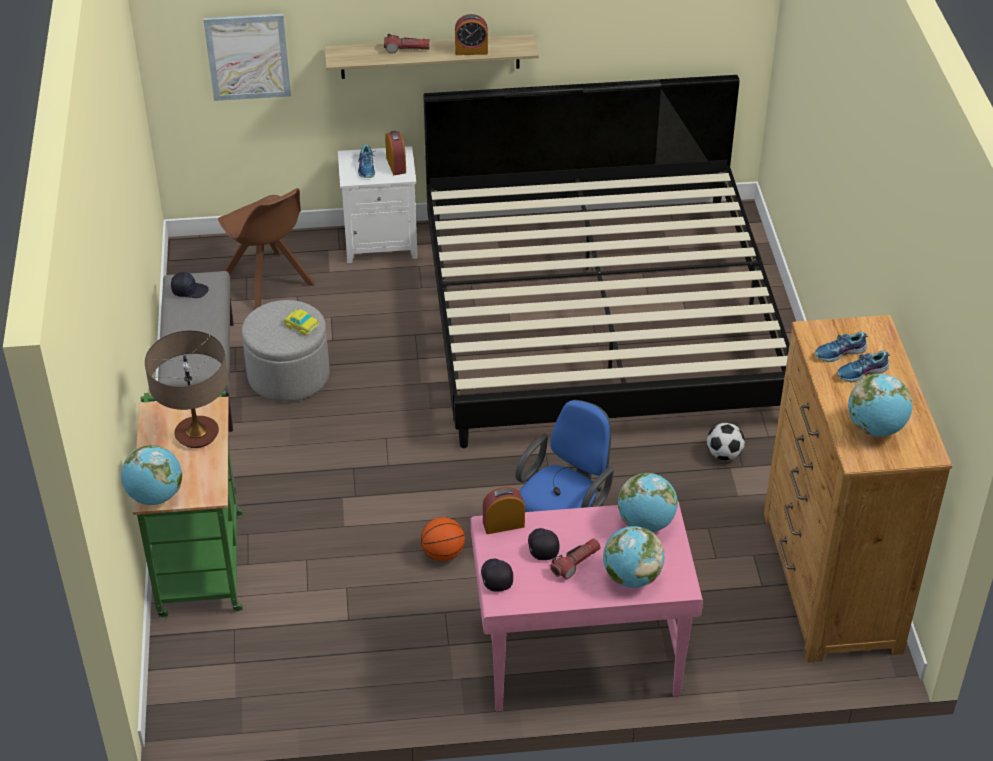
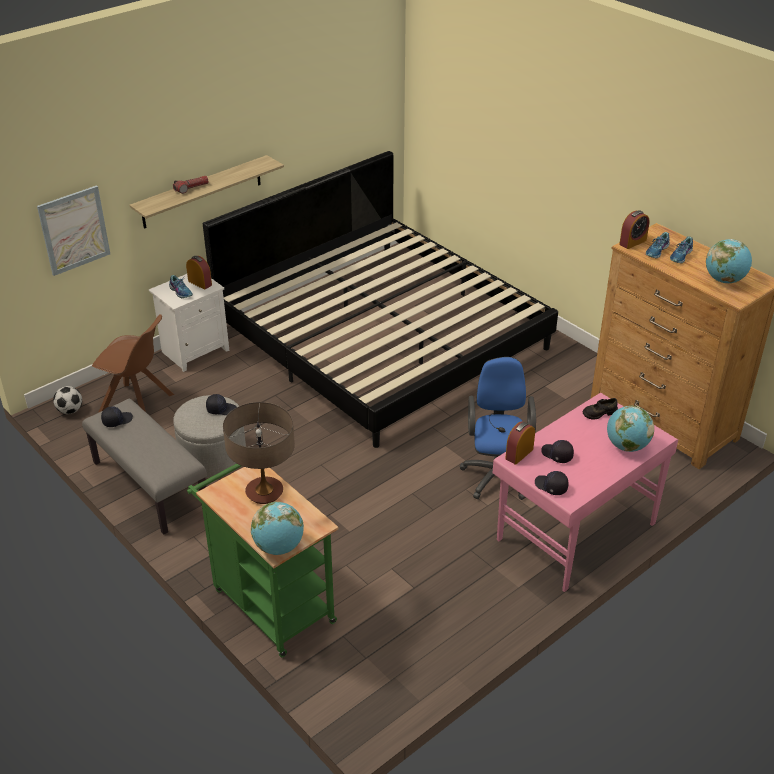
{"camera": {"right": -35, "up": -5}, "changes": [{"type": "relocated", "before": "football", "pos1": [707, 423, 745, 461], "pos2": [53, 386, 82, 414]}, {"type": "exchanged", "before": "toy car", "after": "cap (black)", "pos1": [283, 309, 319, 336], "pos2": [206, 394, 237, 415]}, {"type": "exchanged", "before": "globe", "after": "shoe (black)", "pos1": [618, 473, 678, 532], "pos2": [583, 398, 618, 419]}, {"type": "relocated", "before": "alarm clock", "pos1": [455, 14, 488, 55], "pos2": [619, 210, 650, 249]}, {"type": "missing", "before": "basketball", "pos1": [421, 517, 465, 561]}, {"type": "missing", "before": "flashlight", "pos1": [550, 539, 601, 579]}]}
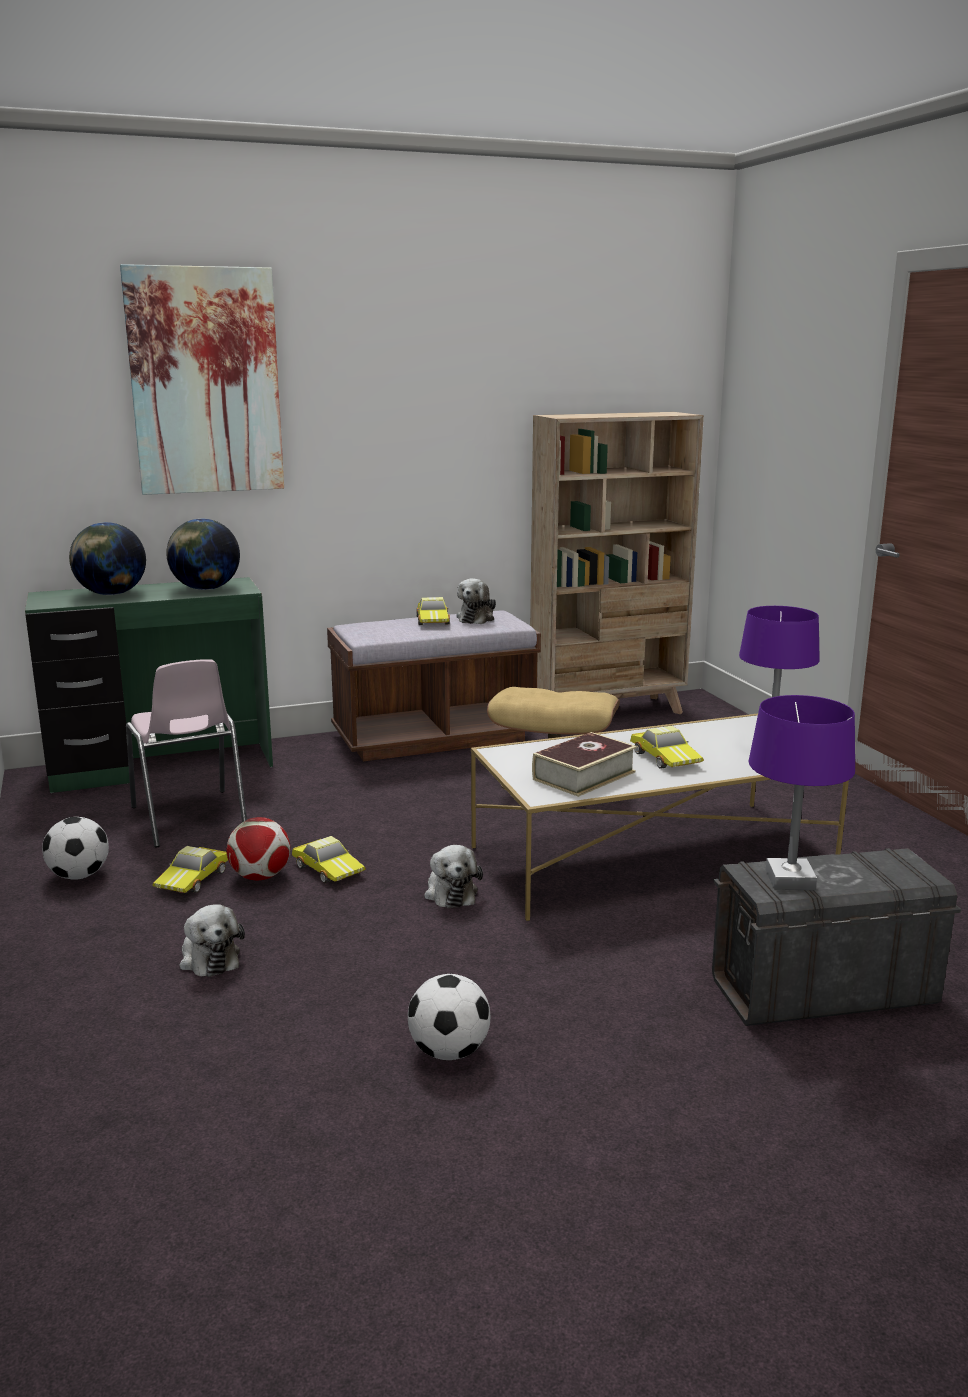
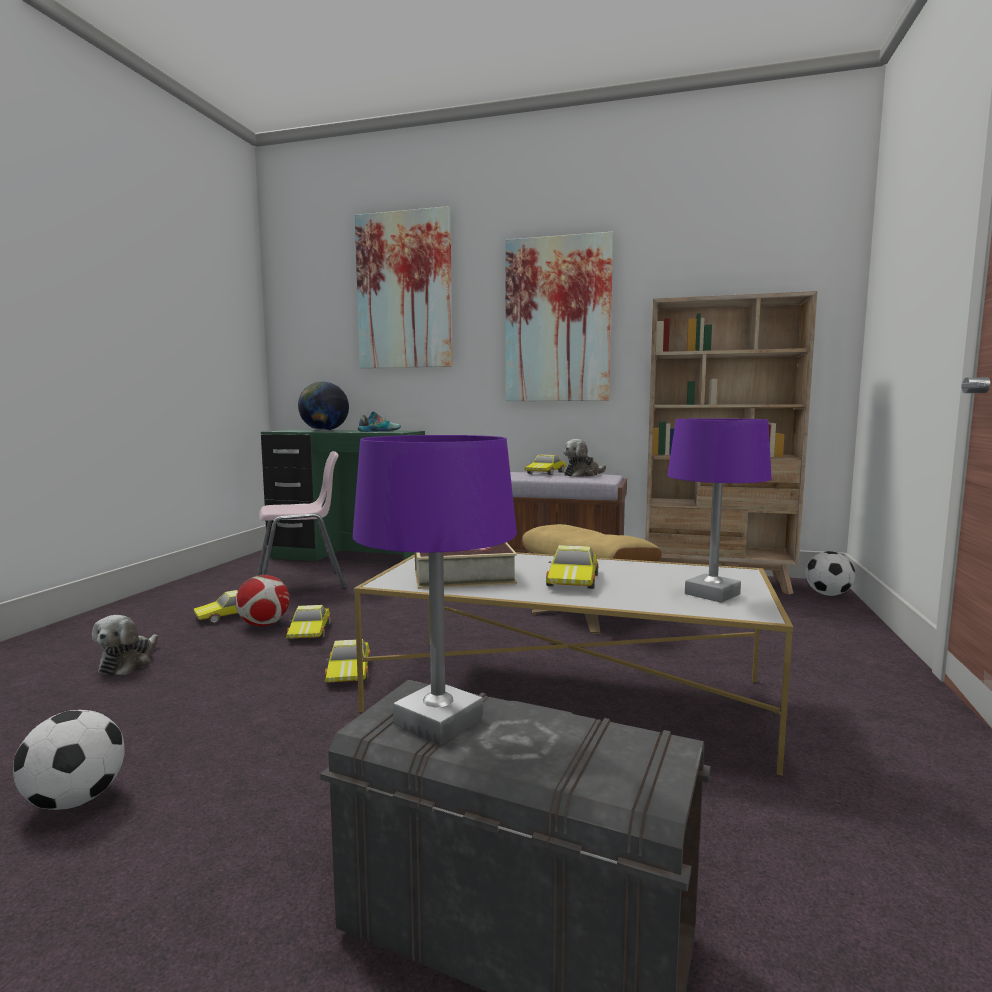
{"camera": {"right": 35, "up": -10}, "changes": [{"type": "spun", "before": "chair (pink)", "pos1": [126, 659, 247, 848], "pos2": [257, 451, 347, 589], "turn": -120}, {"type": "exchanged", "before": "plush toy", "after": "toy car", "pos1": [424, 845, 483, 908], "pos2": [325, 639, 371, 682]}, {"type": "exchanged", "before": "globe", "after": "shoe", "pos1": [166, 519, 240, 590], "pos2": [358, 411, 401, 432]}, {"type": "appeared", "after": "picture", "pos2": [506, 232, 613, 401]}, {"type": "relocated", "before": "football", "pos1": [42, 817, 109, 880], "pos2": [805, 551, 855, 596]}]}
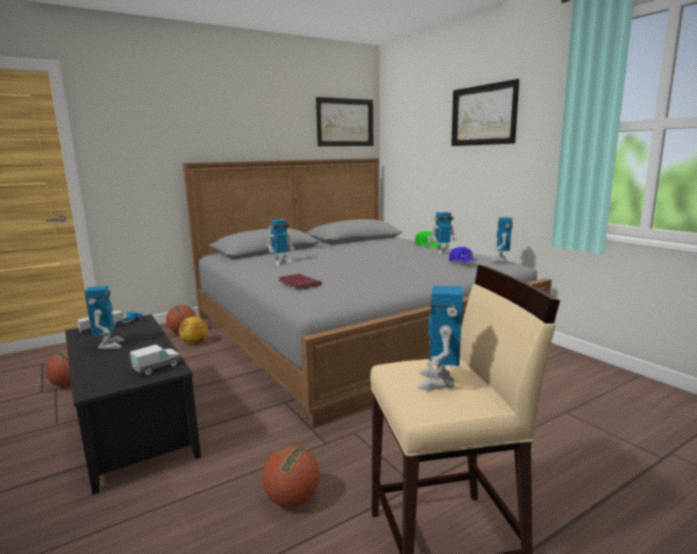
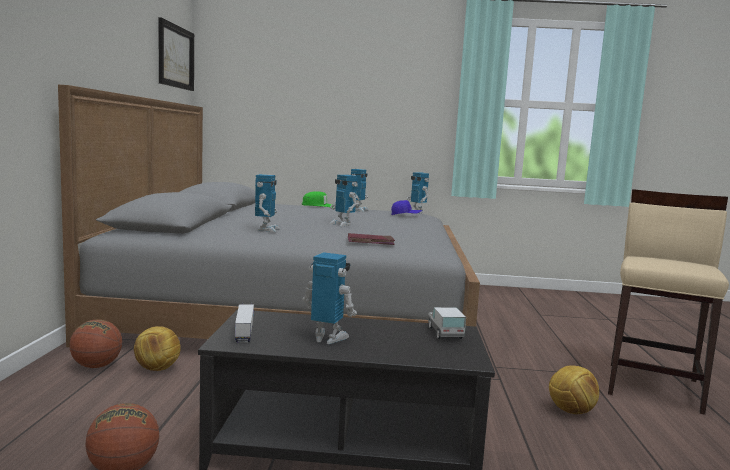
{"camera": {"right": -55, "up": -5}, "changes": [{"type": "relocated", "before": "toy robot", "pos1": [417, 286, 464, 390], "pos2": [330, 175, 357, 227]}, {"type": "exchanged", "before": "basketball", "after": "football", "pos1": [262, 445, 320, 508], "pos2": [549, 365, 599, 414]}, {"type": "missing", "before": "picture", "pos1": [451, 79, 519, 146]}]}
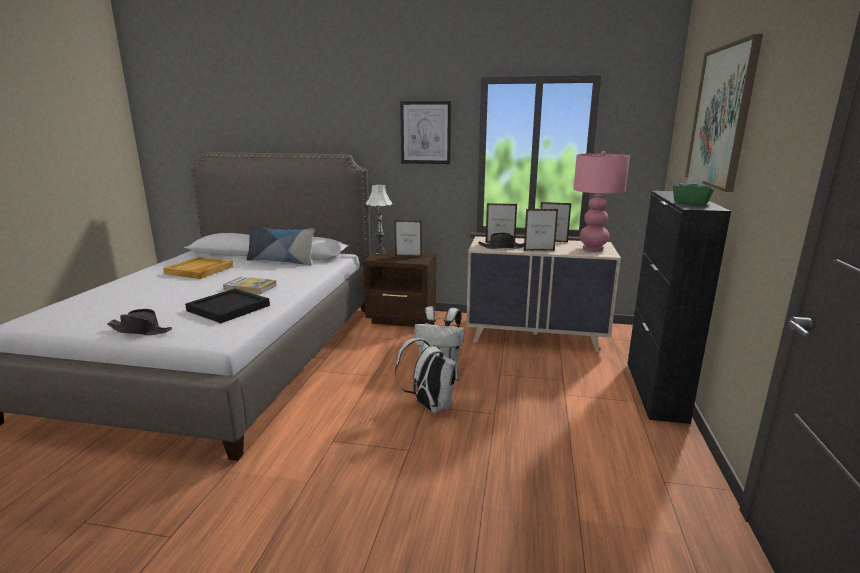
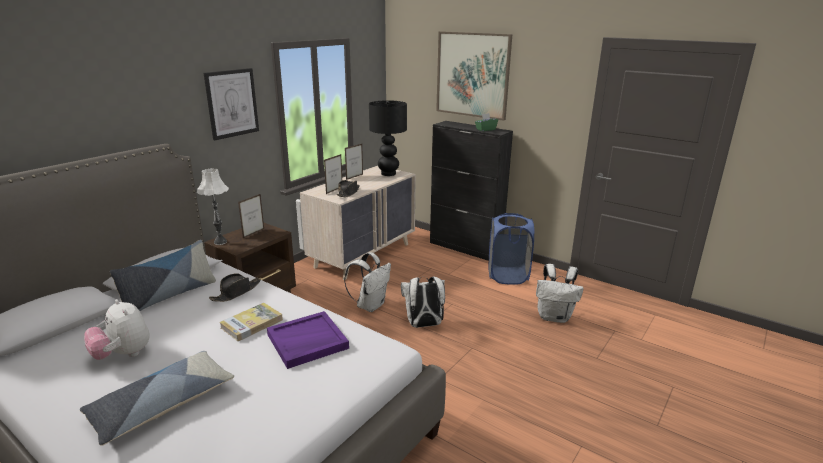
{"camera": {"right": -65, "up": 5}, "changes": [{"type": "appeared", "after": "pillow", "pos2": [80, 351, 234, 446]}, {"type": "exchanged", "before": "tray (beige)", "after": "plush toy", "pos1": [163, 257, 233, 279], "pos2": [84, 299, 150, 360]}, {"type": "relocated", "before": "hat (black)", "pos1": [107, 309, 172, 335], "pos2": [209, 273, 261, 302]}, {"type": "colour", "before": "tray (black)", "after": "tray (purple)", "pos1": [185, 288, 270, 323], "pos2": [267, 311, 349, 369]}, {"type": "colour", "before": "table lamp (pink)", "after": "table lamp (black)", "pos1": [574, 151, 630, 252], "pos2": [369, 100, 407, 176]}, {"type": "appeared", "after": "laundry basket (blue)", "pos2": [489, 213, 534, 285]}, {"type": "appeared", "after": "backpack (white)", "pos2": [536, 264, 584, 323]}, {"type": "missing", "before": "picture frame", "pos1": [524, 209, 558, 251]}]}
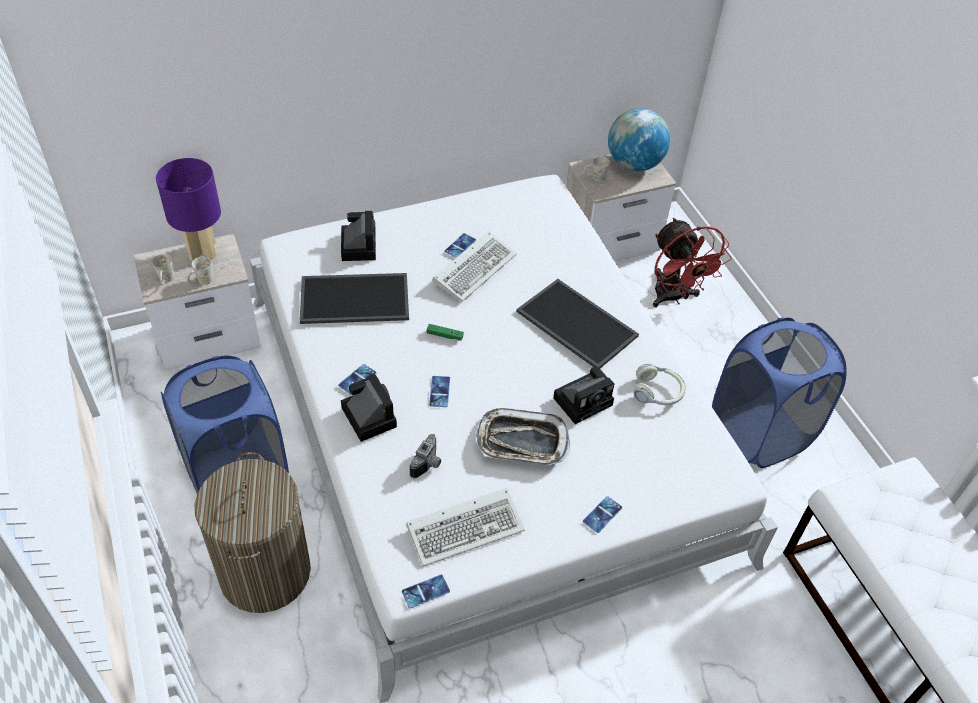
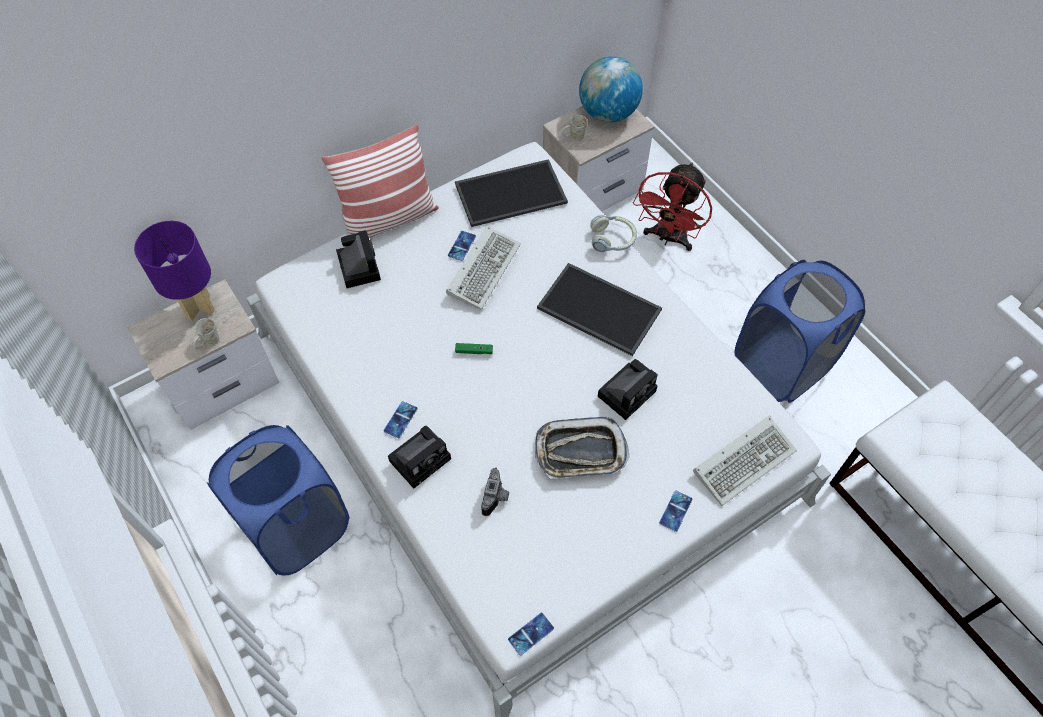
{"camera": {"right": -10, "up": 10}, "changes": [{"type": "appeared", "after": "pillow", "pos2": [321, 125, 439, 238]}, {"type": "spun", "before": "photo camera", "pos1": [341, 374, 397, 442], "pos2": [388, 426, 451, 489], "turn": 90}, {"type": "relocated", "before": "tray", "pos1": [300, 273, 409, 324], "pos2": [455, 159, 568, 227]}, {"type": "relocated", "before": "headphones", "pos1": [633, 363, 686, 405], "pos2": [590, 215, 637, 252]}, {"type": "spun", "before": "fan (red)", "pos1": [653, 218, 732, 307], "pos2": [633, 162, 712, 251], "turn": 60}, {"type": "relocated", "before": "keyboard", "pos1": [406, 488, 525, 567], "pos2": [693, 415, 797, 506]}, {"type": "missing", "before": "mug (white)", "pos1": [152, 254, 174, 285]}, {"type": "missing", "before": "laundry basket", "pos1": [195, 452, 311, 613]}, {"type": "missing", "before": "phone", "pos1": [429, 376, 450, 407]}]}
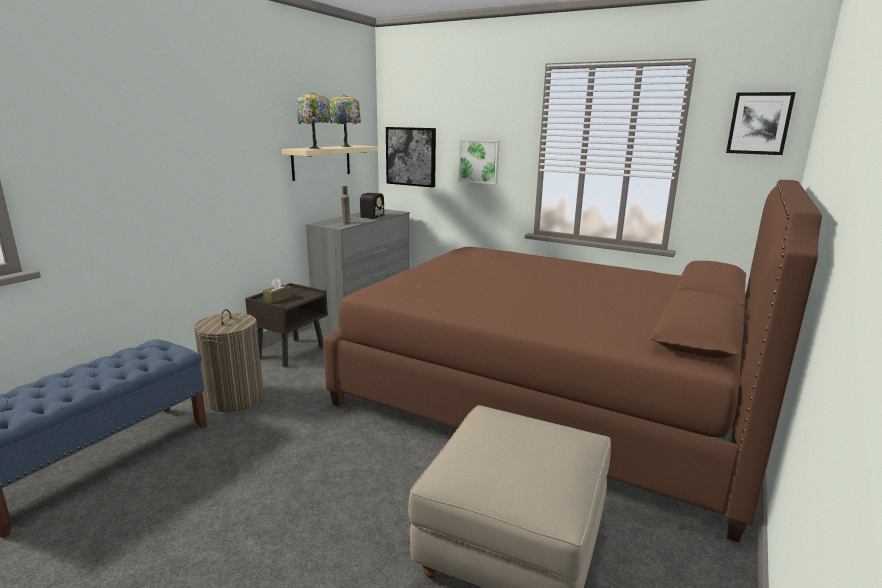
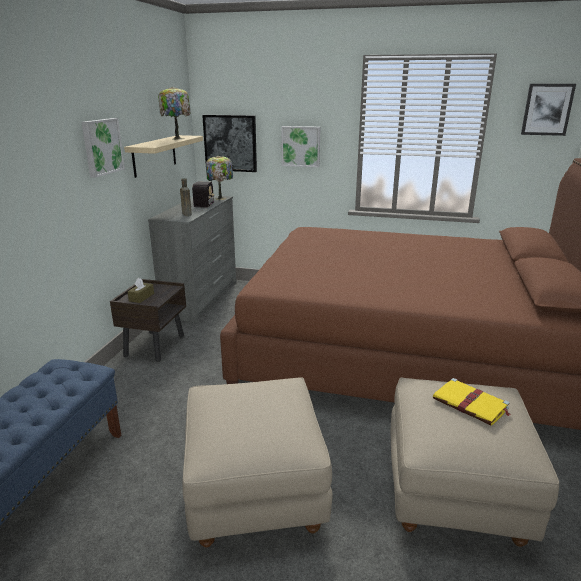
{"camera": {"right": -15, "up": 5}, "changes": [{"type": "appeared", "after": "picture", "pos2": [81, 118, 125, 178]}, {"type": "appeared", "after": "ottoman (beige)", "pos2": [182, 378, 333, 548]}, {"type": "relocated", "before": "table lamp", "pos1": [296, 92, 332, 149], "pos2": [206, 156, 233, 200]}, {"type": "appeared", "after": "book (yellow)", "pos2": [433, 378, 511, 426]}, {"type": "missing", "before": "laundry basket", "pos1": [194, 309, 263, 412]}]}
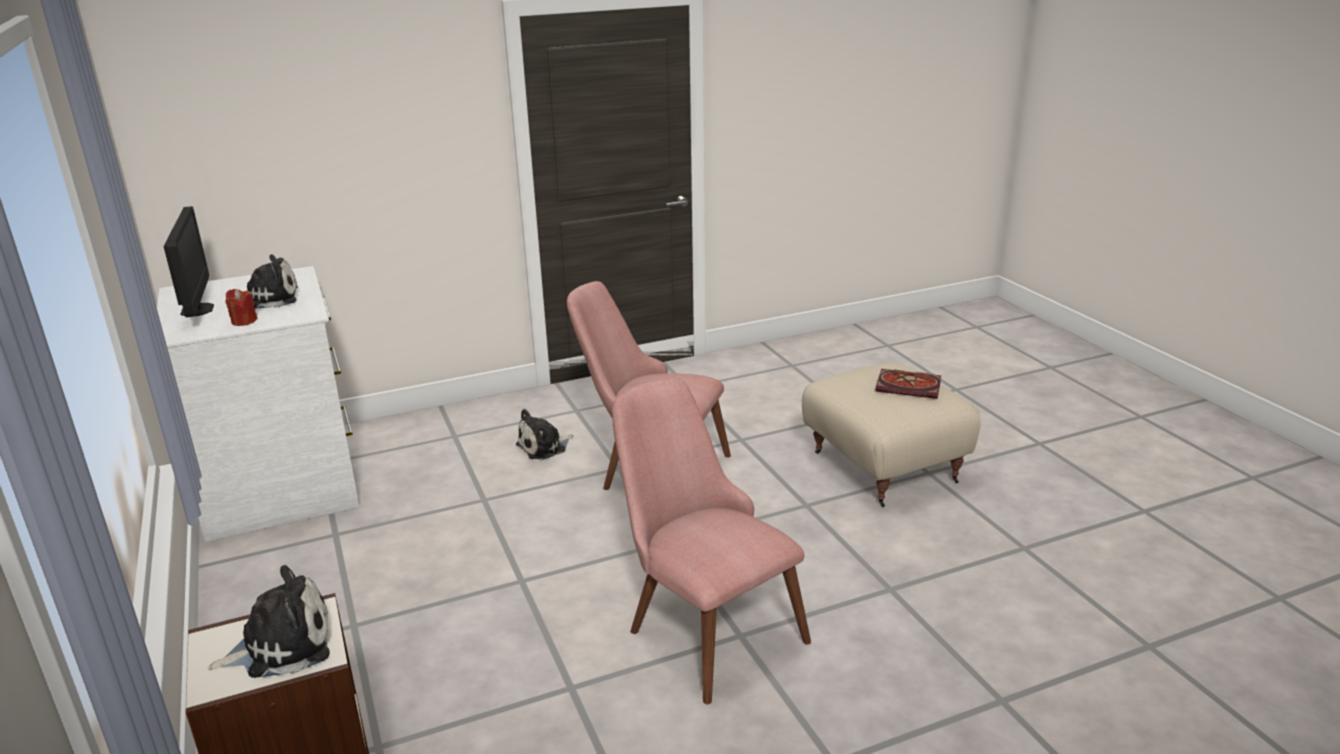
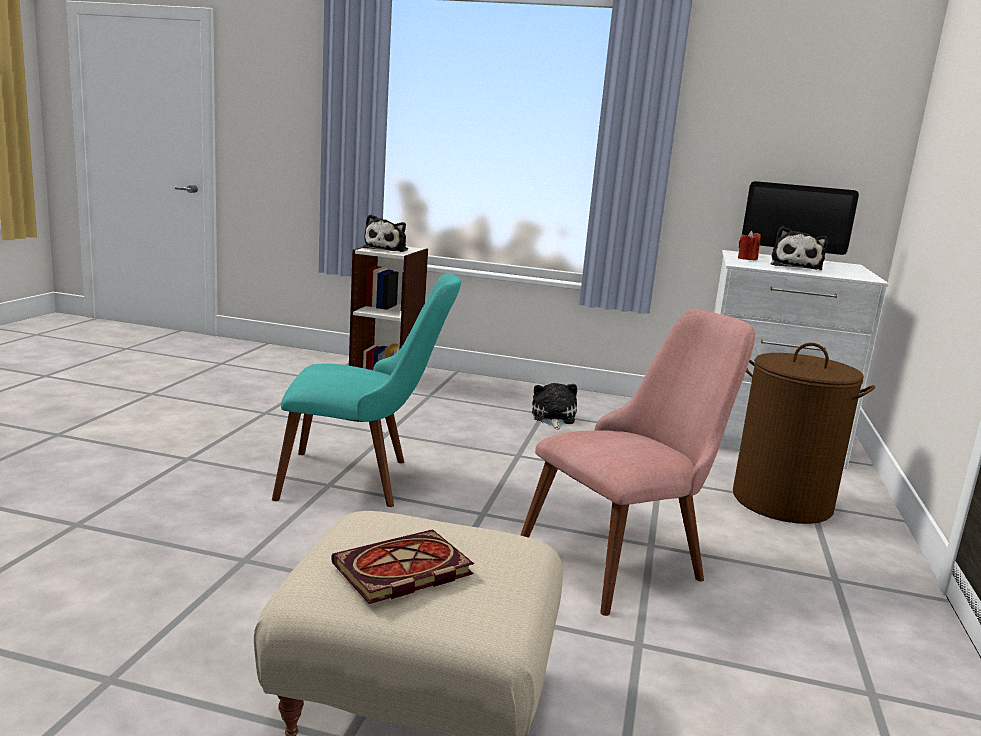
{"camera": {"right": 125, "up": -10}, "changes": [{"type": "colour", "before": "chair (pink)", "after": "chair (turquoise)", "pos1": [612, 379, 811, 704], "pos2": [272, 273, 461, 507]}, {"type": "relocated", "before": "plush toy", "pos1": [516, 409, 573, 460], "pos2": [532, 383, 577, 430]}, {"type": "appeared", "after": "laundry basket (brown)", "pos2": [733, 343, 875, 524]}]}
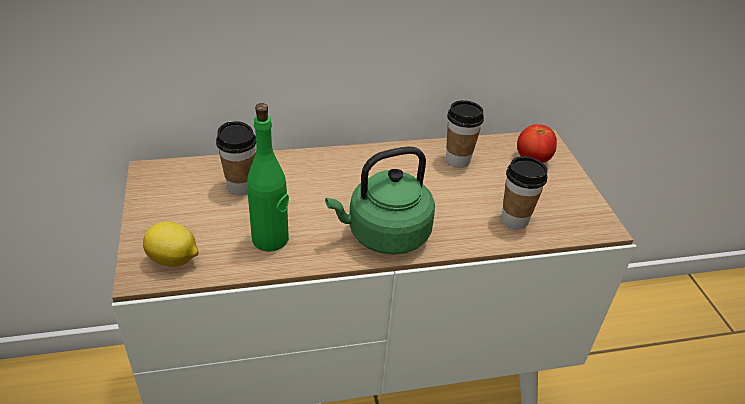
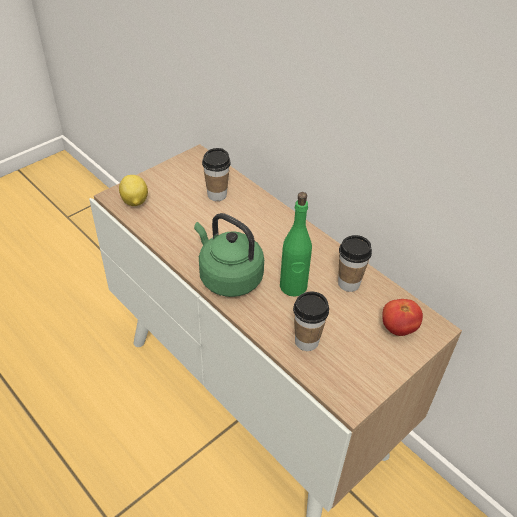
{"camera": {"right": 60, "up": 5}, "changes": [{"type": "relocated", "before": "bottle (green)", "pos1": [247, 103, 289, 252], "pos2": [280, 192, 312, 297]}]}
